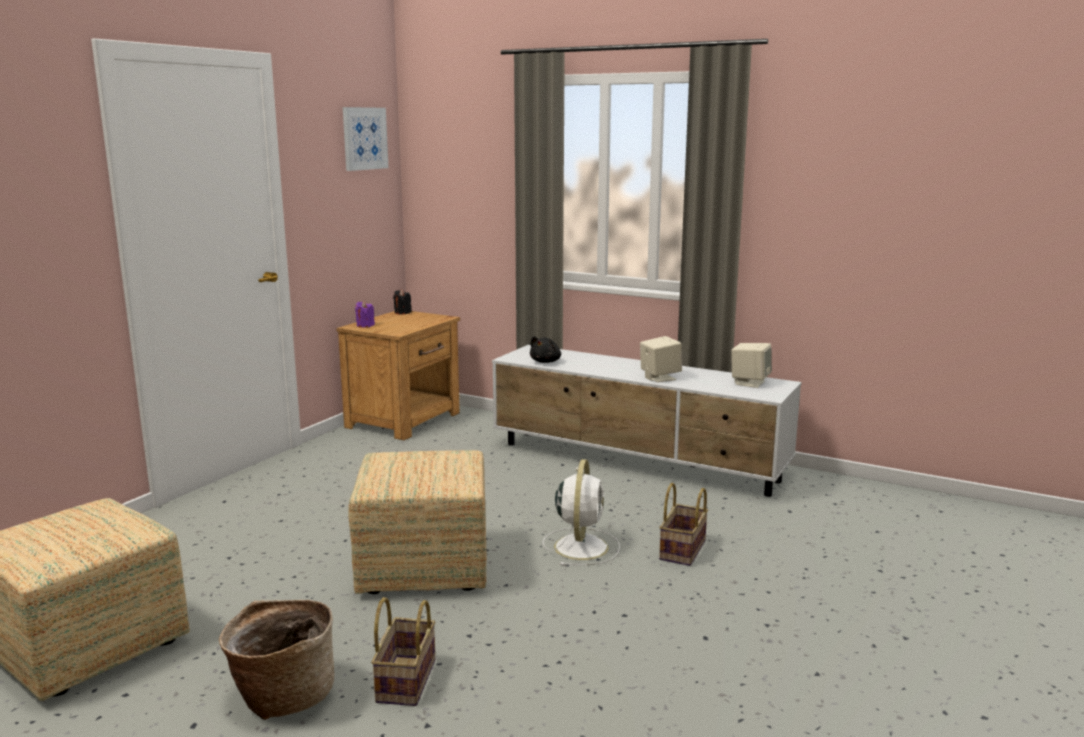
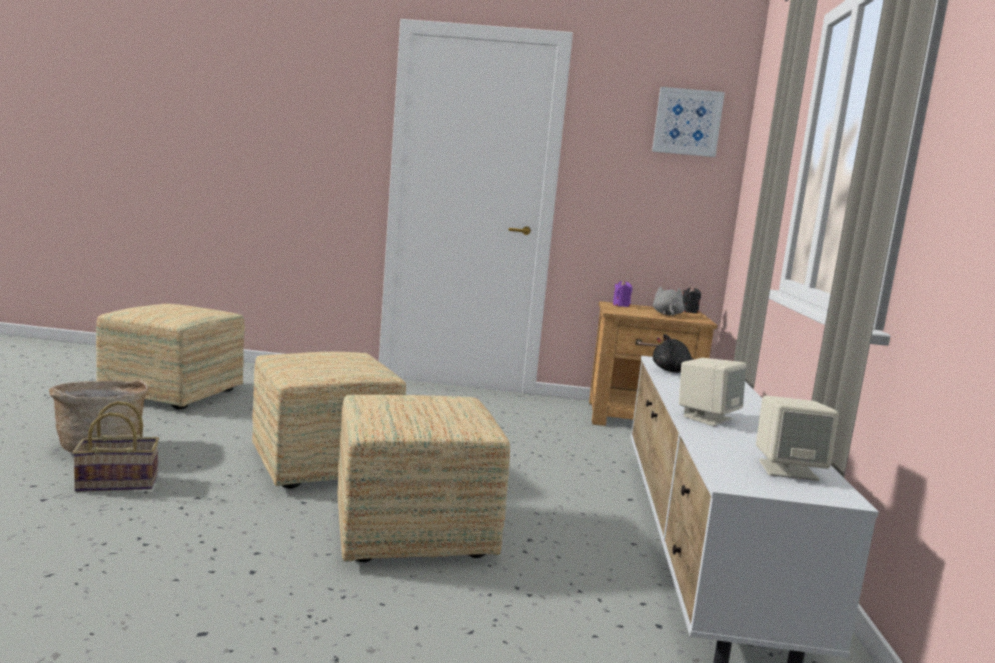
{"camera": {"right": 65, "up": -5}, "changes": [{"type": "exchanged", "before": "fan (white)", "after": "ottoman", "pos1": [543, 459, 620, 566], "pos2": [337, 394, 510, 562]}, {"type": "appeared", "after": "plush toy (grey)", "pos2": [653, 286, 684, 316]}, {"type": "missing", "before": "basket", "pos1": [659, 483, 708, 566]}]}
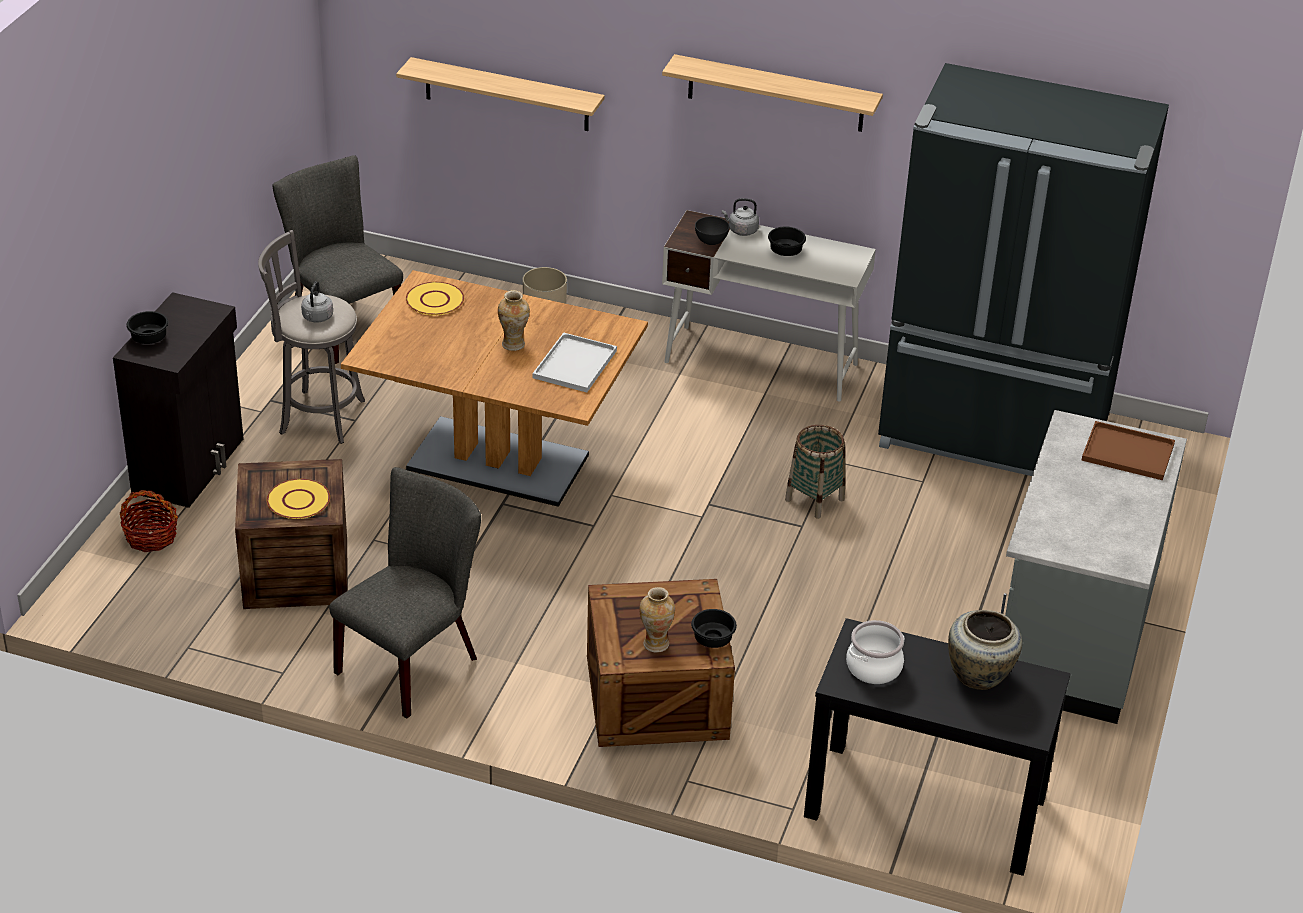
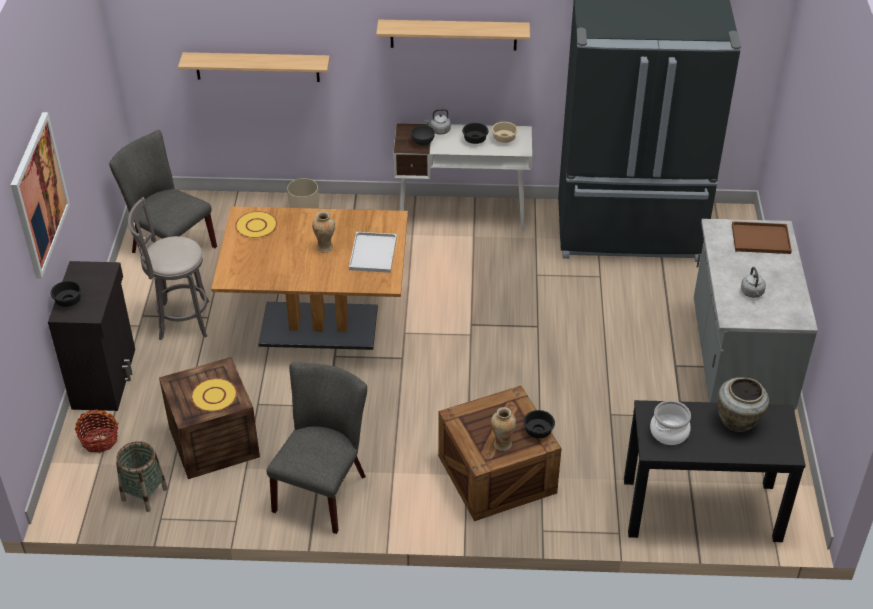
{"camera": {"right": -15, "up": 5}, "changes": [{"type": "appeared", "after": "picture", "pos2": [11, 112, 70, 279]}, {"type": "relocated", "before": "basket", "pos1": [785, 425, 845, 519], "pos2": [116, 441, 168, 512]}, {"type": "appeared", "after": "bowl (beige)", "pos2": [492, 122, 518, 143]}, {"type": "relocated", "before": "kettle (grey)", "pos1": [301, 281, 333, 323], "pos2": [741, 267, 766, 298]}]}
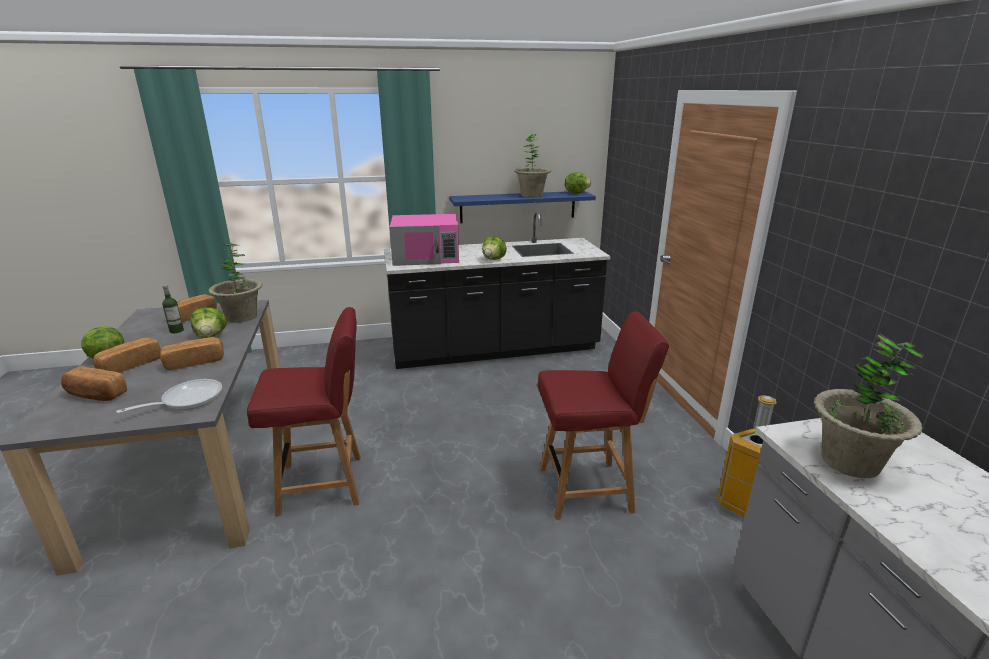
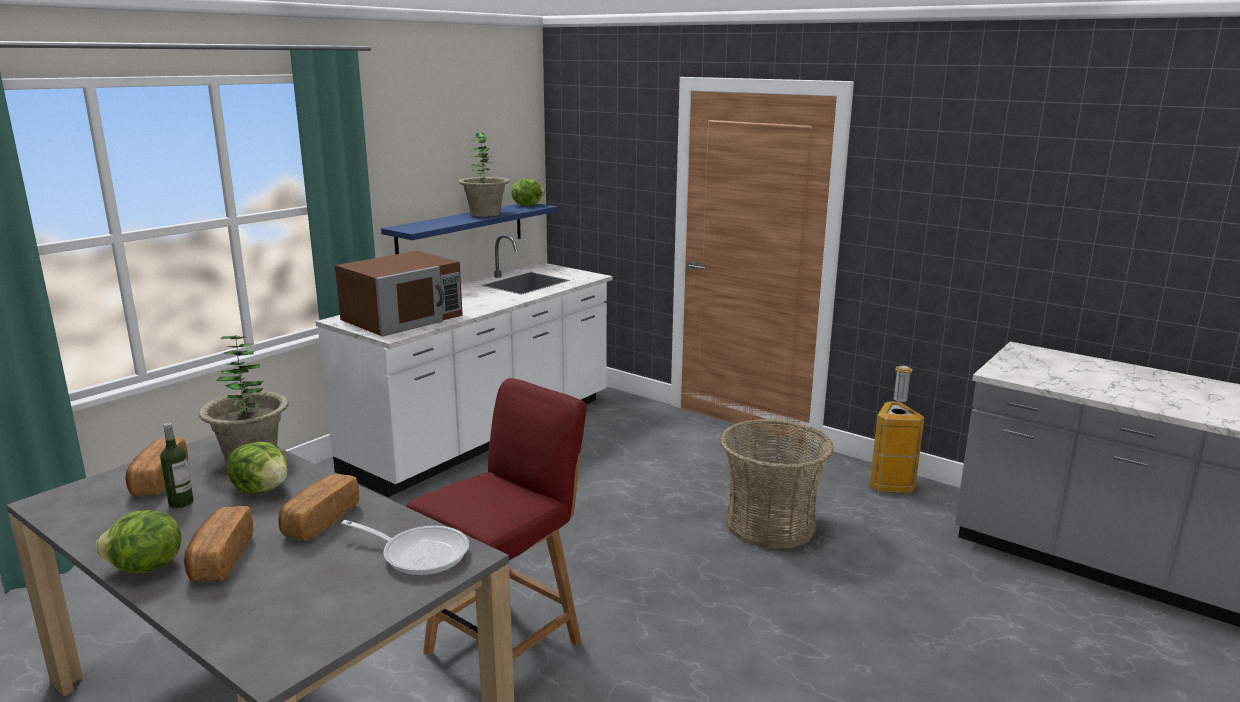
{"camera": {"right": -40, "up": -5}, "changes": [{"type": "colour", "before": "counter (black)", "after": "counter (white)", "pos1": [384, 212, 611, 369], "pos2": [315, 234, 612, 497]}, {"type": "colour", "before": "microwave (pink)", "after": "microwave (brown)", "pos1": [390, 214, 459, 266], "pos2": [335, 251, 463, 337]}, {"type": "spun", "before": "frying pan", "pos1": [116, 379, 222, 413], "pos2": [341, 520, 469, 576], "turn": 105}, {"type": "exchanged", "before": "chair (red)", "after": "basket", "pos1": [537, 311, 669, 520], "pos2": [720, 419, 834, 549]}, {"type": "missing", "before": "bread", "pos1": [61, 366, 127, 401]}, {"type": "missing", "before": "lettuce", "pos1": [482, 237, 507, 260]}, {"type": "missing", "before": "potted plant", "pos1": [814, 333, 924, 478]}]}
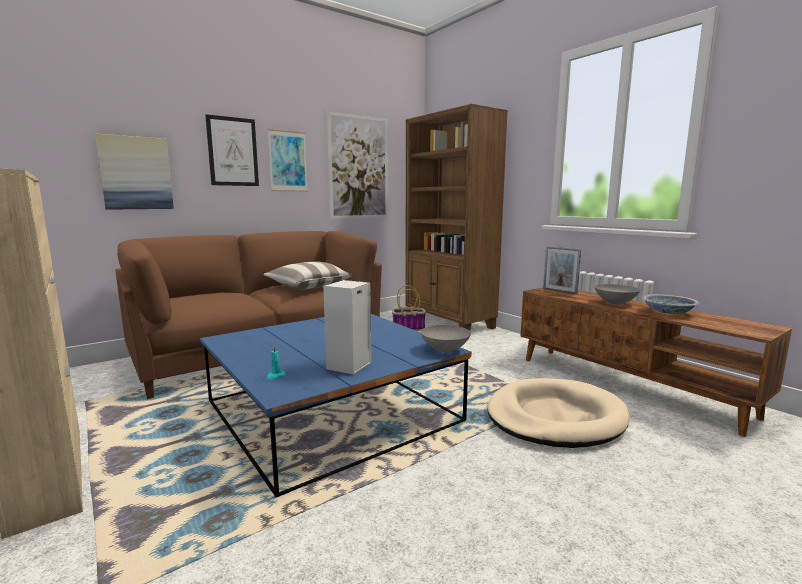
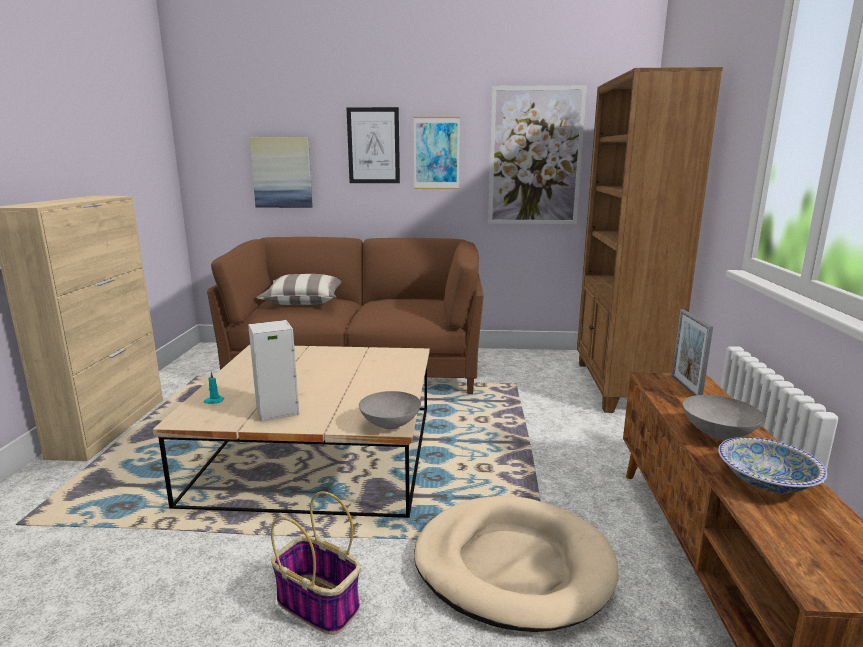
{"camera": {"right": 40, "up": 5}, "changes": [{"type": "colour", "before": "coffee table (blue)", "after": "coffee table (beige)", "pos1": [200, 314, 472, 497], "pos2": [153, 345, 430, 518]}, {"type": "relocated", "before": "pillow", "pos1": [263, 261, 352, 290], "pos2": [257, 274, 341, 305]}, {"type": "relocated", "before": "basket", "pos1": [392, 285, 426, 331], "pos2": [271, 491, 360, 635]}]}
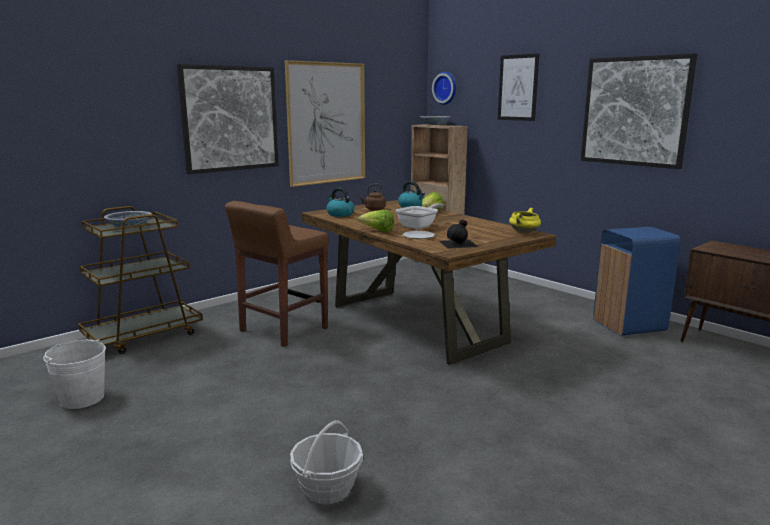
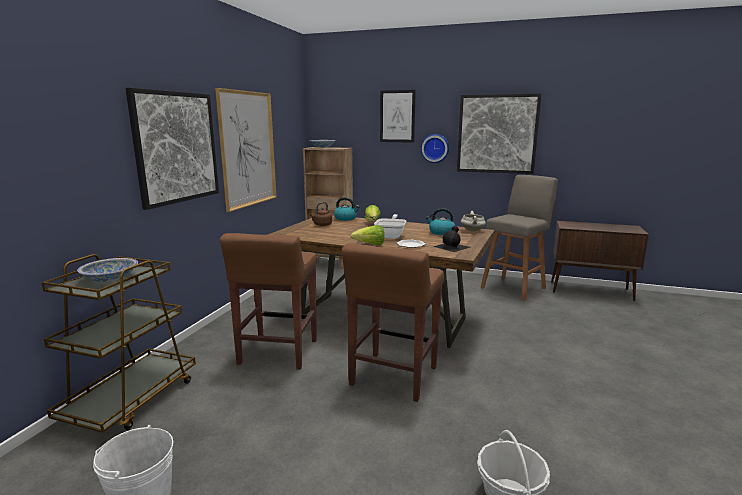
{"camera": {"right": -30, "up": 0}, "changes": [{"type": "appeared", "after": "stool (brown)", "pos2": [342, 243, 444, 402]}, {"type": "relocated", "before": "wall clock", "pos1": [432, 72, 456, 105], "pos2": [421, 134, 449, 163]}, {"type": "relocated", "before": "kettle", "pos1": [326, 188, 355, 217], "pos2": [426, 208, 455, 235]}, {"type": "colour", "before": "cooking pot (yellow)", "after": "cooking pot (white)", "pos1": [509, 208, 541, 234], "pos2": [461, 211, 486, 232]}, {"type": "exchanged", "before": "trash can (blue)", "after": "stool (grey)", "pos1": [593, 227, 681, 336], "pos2": [481, 175, 558, 301]}]}
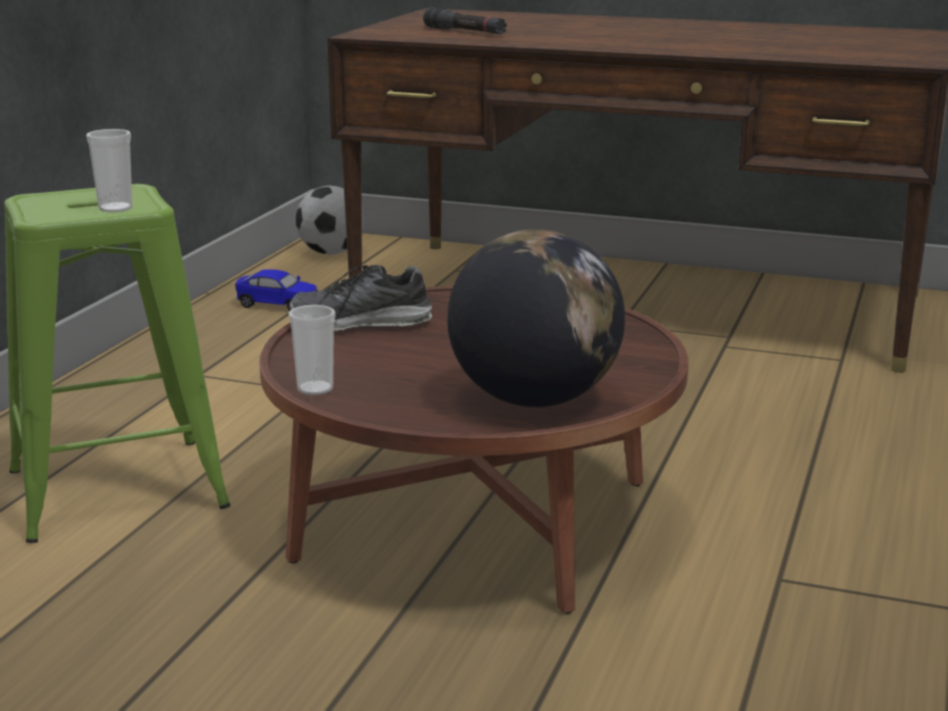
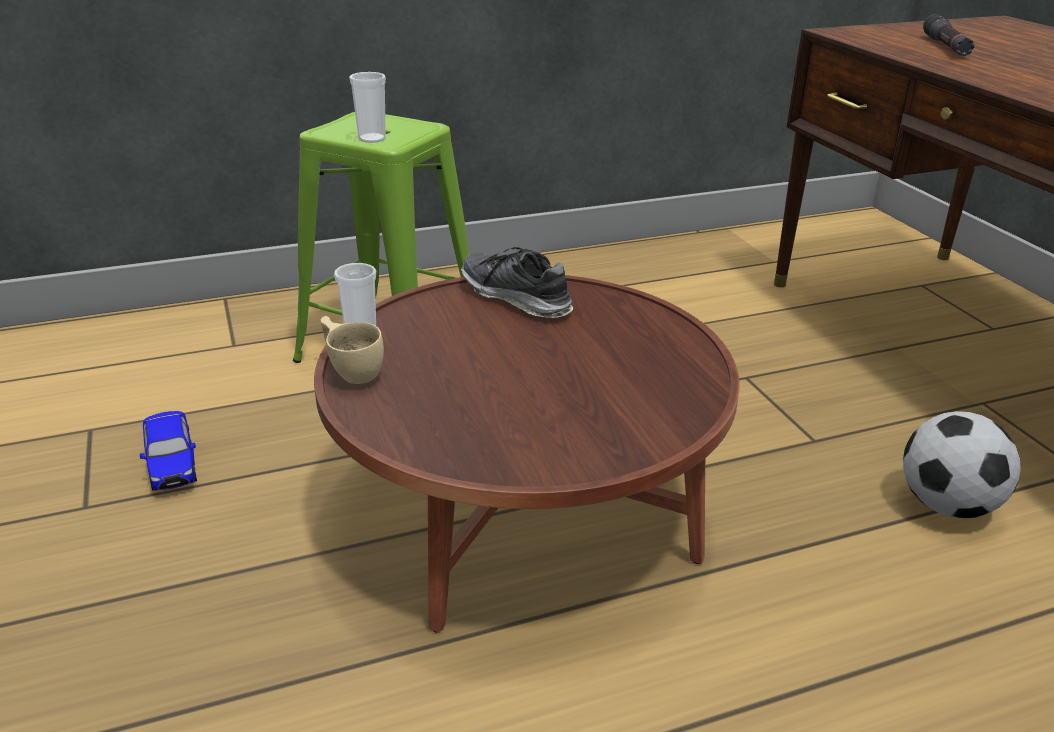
{"camera": {"right": 50, "up": 10}, "changes": [{"type": "relocated", "before": "toy car", "pos1": [235, 270, 318, 311], "pos2": [140, 411, 197, 491]}, {"type": "appeared", "after": "cup (beige)", "pos2": [321, 316, 384, 384]}, {"type": "relocated", "before": "football", "pos1": [296, 186, 365, 255], "pos2": [903, 411, 1021, 519]}, {"type": "missing", "before": "globe", "pos1": [447, 229, 625, 407]}]}
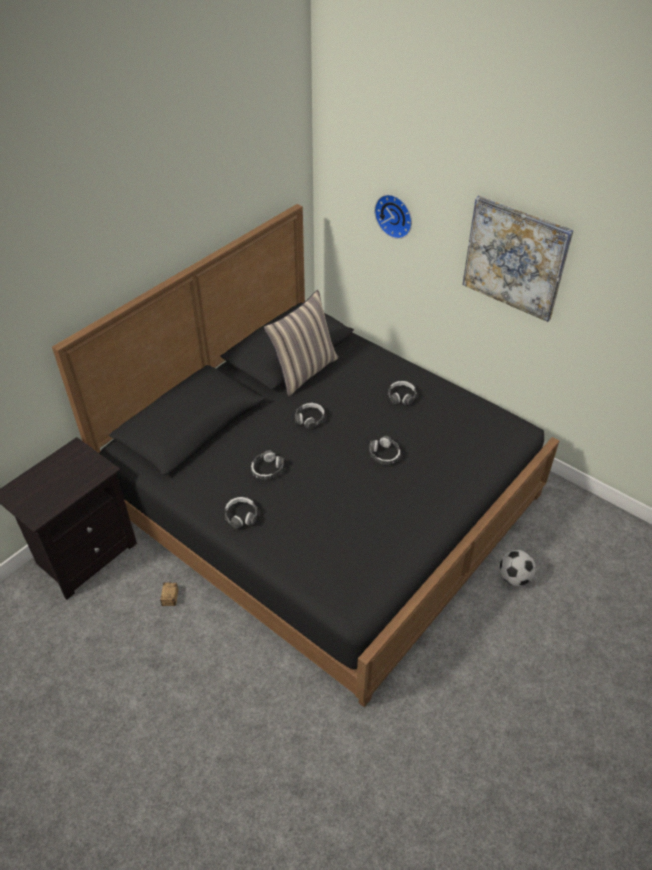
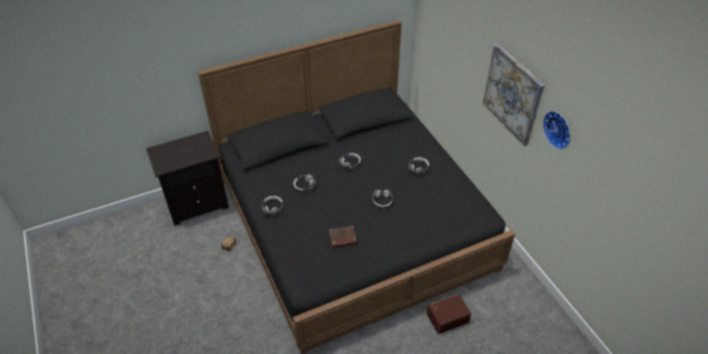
{"camera": {"right": 25, "up": 0}, "changes": [{"type": "appeared", "after": "book (brown)", "pos2": [329, 226, 357, 247]}, {"type": "exchanged", "before": "football", "after": "storage box (brown)", "pos1": [500, 550, 536, 586], "pos2": [427, 294, 471, 334]}, {"type": "relocated", "before": "wall clock", "pos1": [374, 194, 412, 239], "pos2": [543, 111, 571, 150]}, {"type": "missing", "before": "pillow", "pos1": [264, 290, 339, 396]}]}
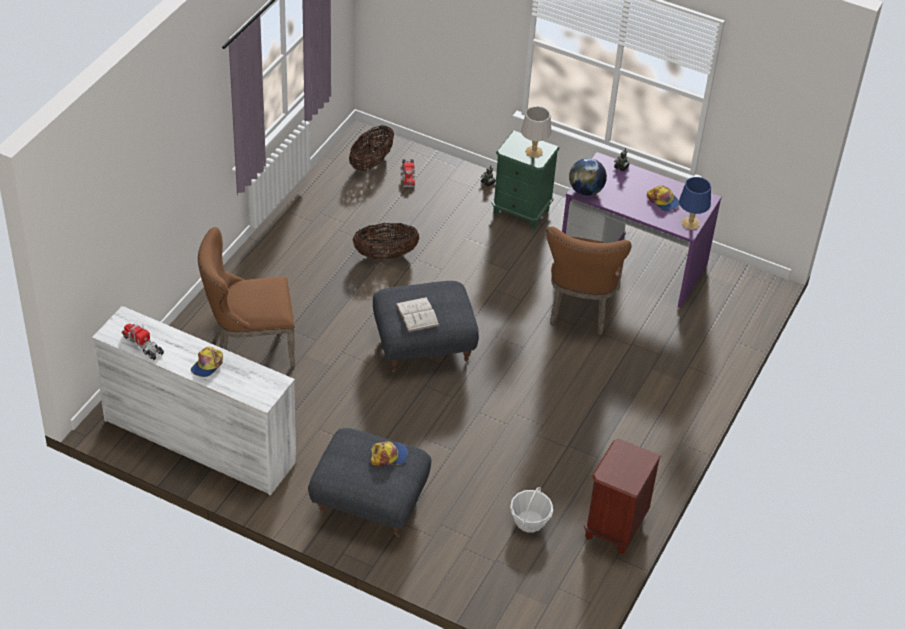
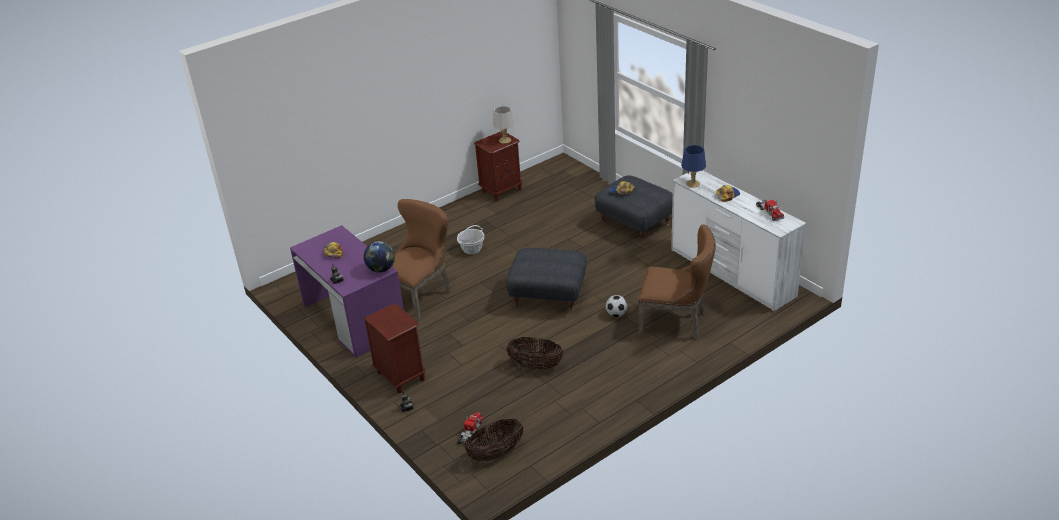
{"camera": {"right": -150, "up": -10}, "changes": [{"type": "colour", "before": "nightstand (green)", "after": "nightstand (brown)", "pos1": [492, 131, 560, 229], "pos2": [364, 304, 426, 393]}, {"type": "relocated", "before": "basket", "pos1": [510, 487, 553, 533], "pos2": [457, 225, 484, 254]}, {"type": "relocated", "before": "table lamp (grey)", "pos1": [521, 106, 551, 158], "pos2": [493, 106, 514, 144]}, {"type": "appeared", "after": "football", "pos2": [606, 295, 628, 317]}, {"type": "relocated", "before": "table lamp (blue)", "pos1": [679, 177, 711, 230], "pos2": [681, 145, 706, 188]}, {"type": "missing", "before": "book (white)", "pos1": [396, 297, 440, 332]}]}
